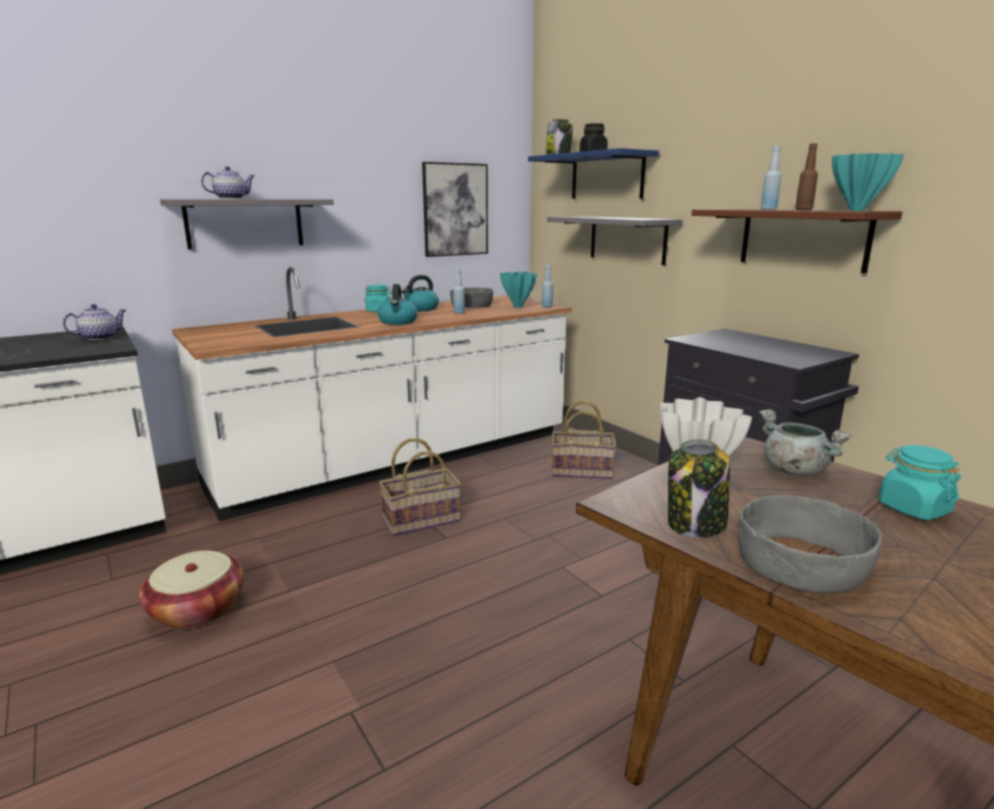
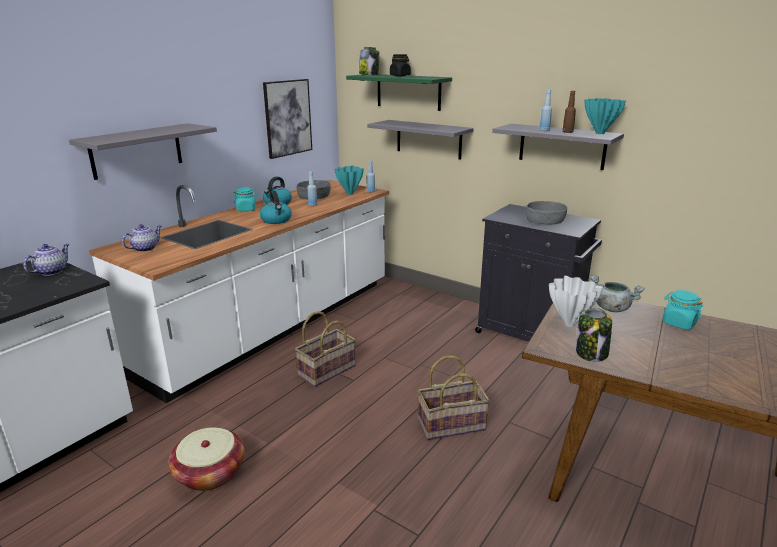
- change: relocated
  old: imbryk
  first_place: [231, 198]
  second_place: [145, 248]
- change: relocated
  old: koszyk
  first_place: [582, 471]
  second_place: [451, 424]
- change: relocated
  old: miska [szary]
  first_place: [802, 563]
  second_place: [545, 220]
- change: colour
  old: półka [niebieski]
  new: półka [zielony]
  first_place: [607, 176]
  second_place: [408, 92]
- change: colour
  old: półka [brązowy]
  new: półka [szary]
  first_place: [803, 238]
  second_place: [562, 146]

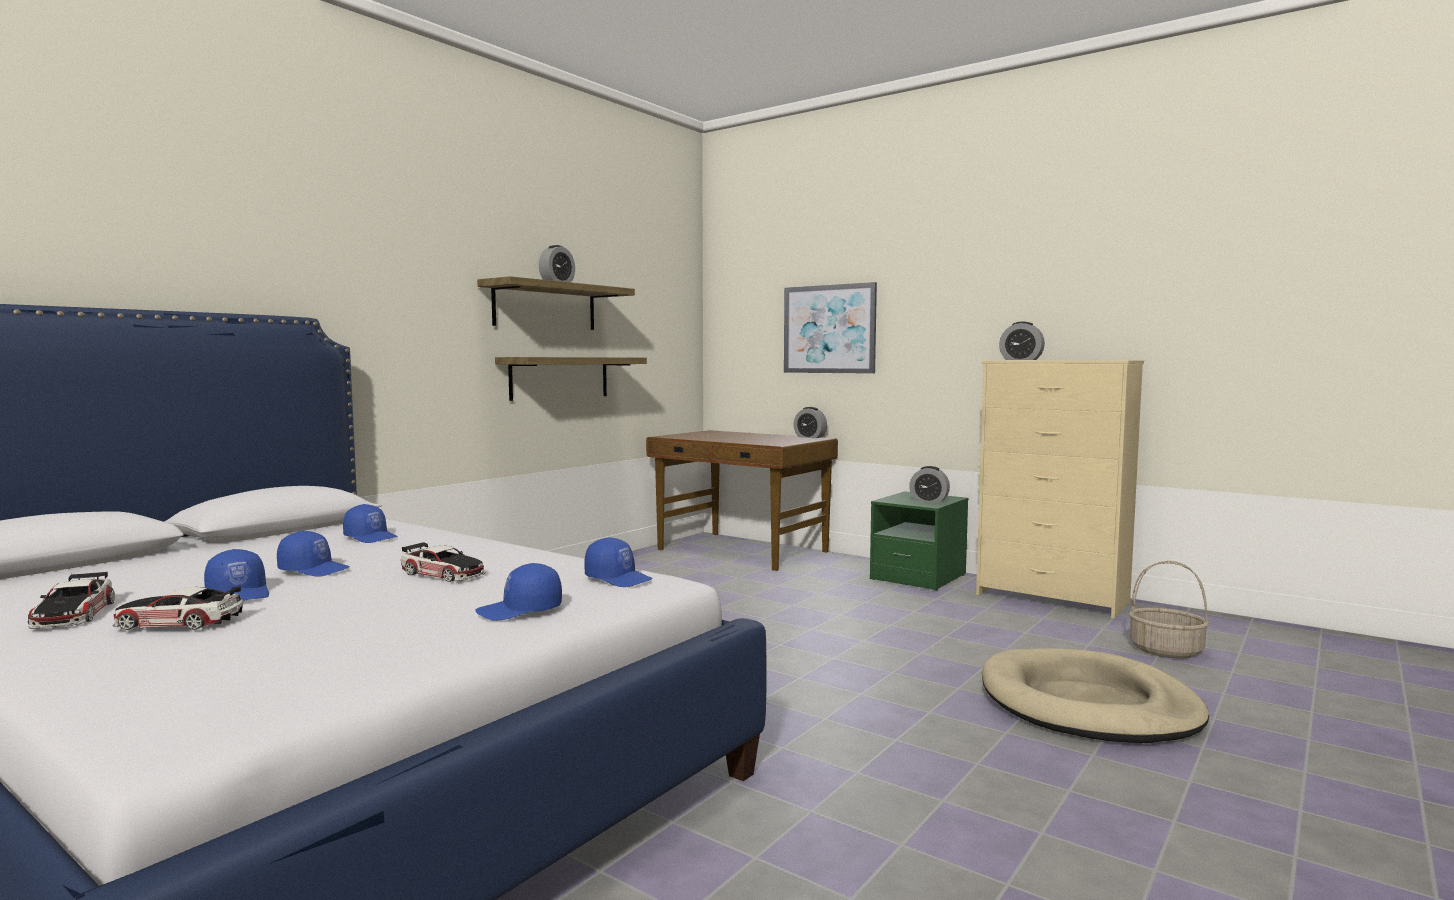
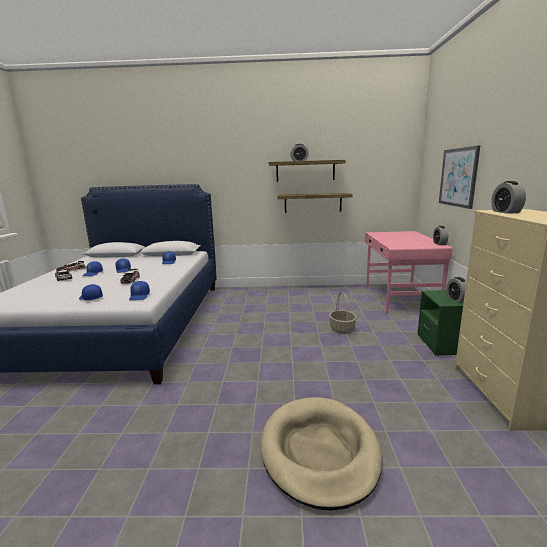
- change: relocated
  old: koszyk
  first_place: [1165, 651]
  second_place: [341, 329]
- change: colour
  old: biurko [brązowy]
  new: biurko [różowy]
  first_place: [742, 551]
  second_place: [399, 298]

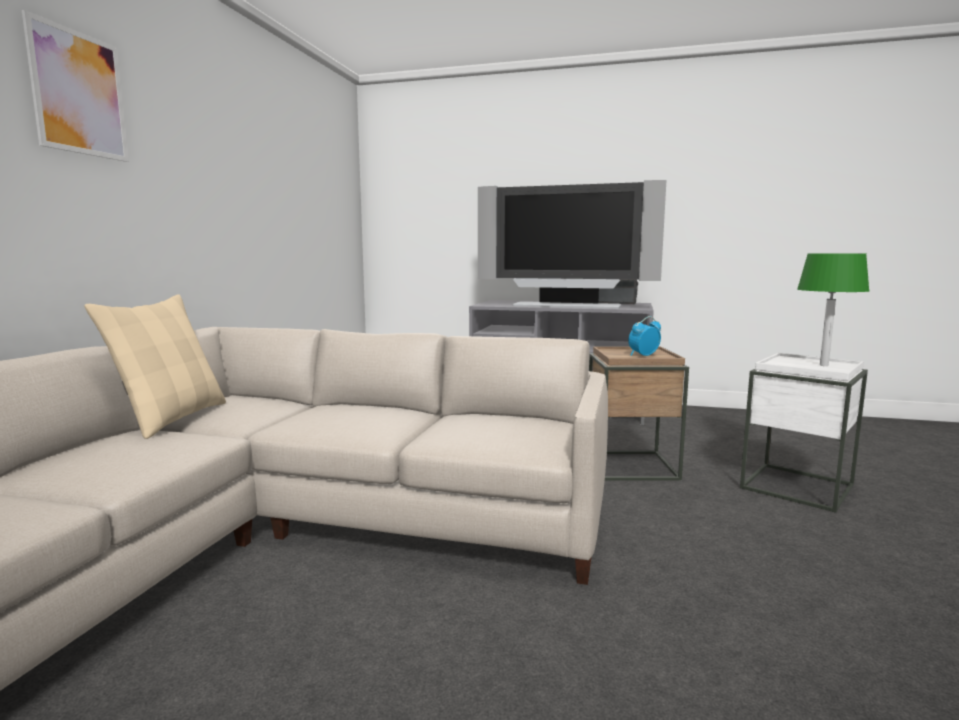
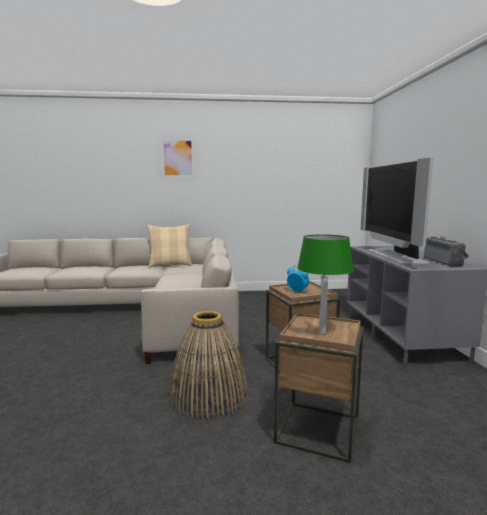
- change: appeared
  new: koszyk
  second_place: [208, 395]
- change: colour
  old: stolik [biały]
  new: stolik [brązowy]
  first_place: [797, 487]
  second_place: [318, 430]

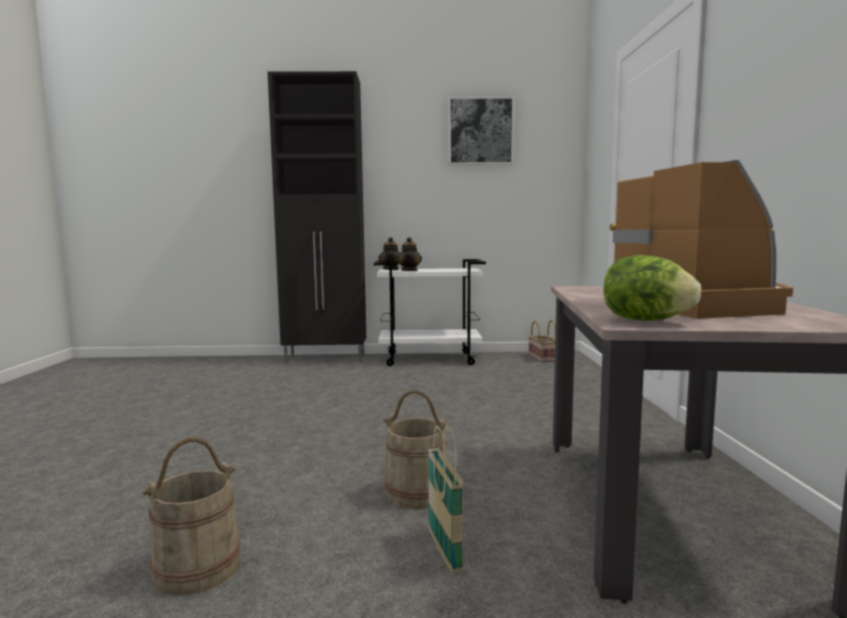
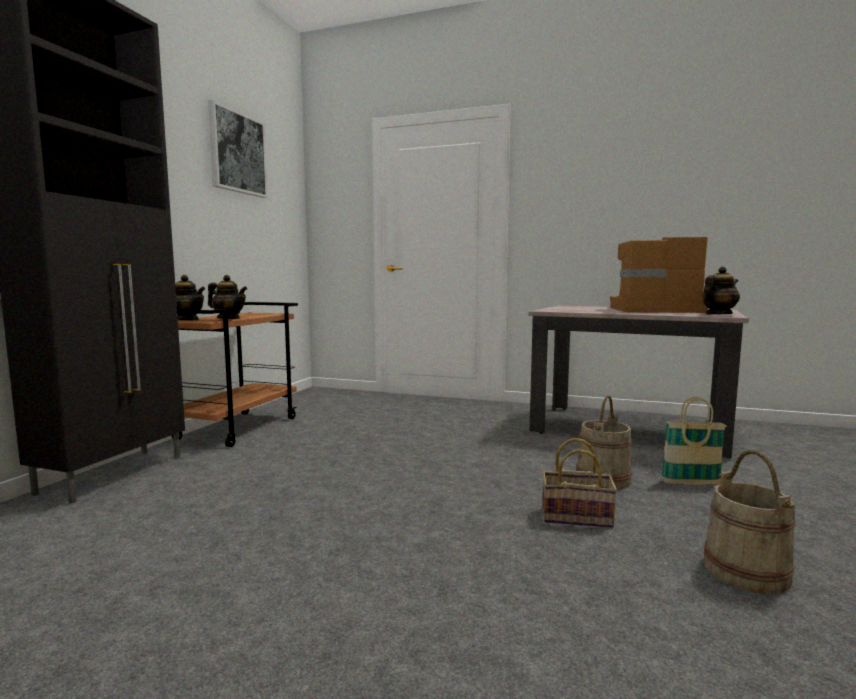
- change: relocated
  old: koszyk
  first_place: [544, 358]
  second_place: [578, 516]
- change: exchanged
  old: sałata
  new: imbryk
  first_place: [646, 321]
  second_place: [718, 314]
- change: colour
  old: wózek [biały]
  new: wózek [brązowy]
  first_place: [430, 359]
  second_place: [238, 428]

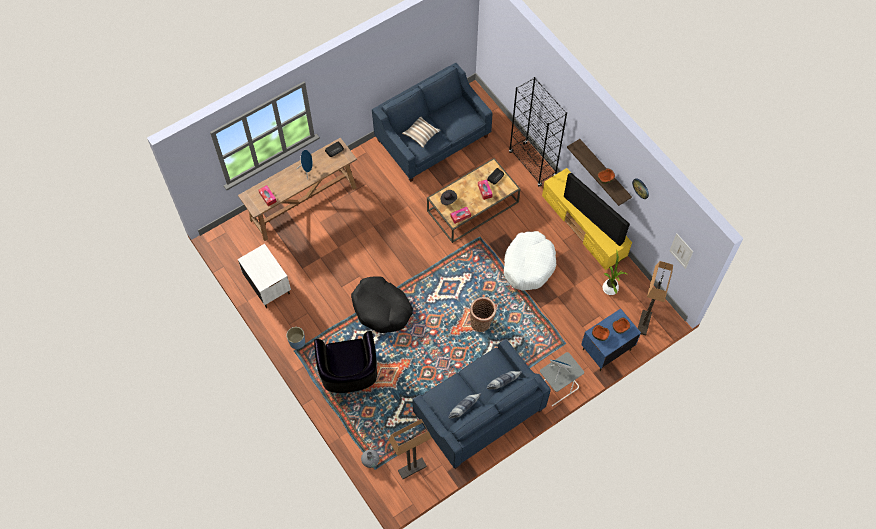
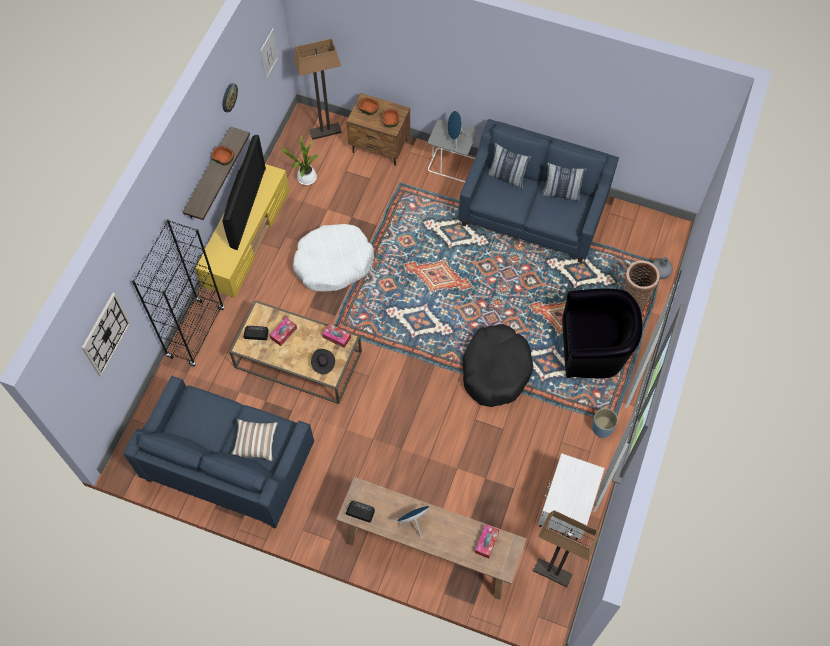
- change: appeared
  new: zegar ścienny
  second_place: [105, 334]
- change: relocated
  old: lampa stojąca
  first_place: [412, 468]
  second_place: [552, 573]
- change: relocated
  old: koszyk
  first_place: [481, 323]
  second_place: [634, 297]
- change: colour
  old: szafka nocna [niebieski]
  new: szafka nocna [brązowy]
  first_place: [606, 350]
  second_place: [380, 147]
- change: spun
  old: fotel [czarny]
  first_place: [349, 375]
  second_place: [594, 350]
  degrees: 45

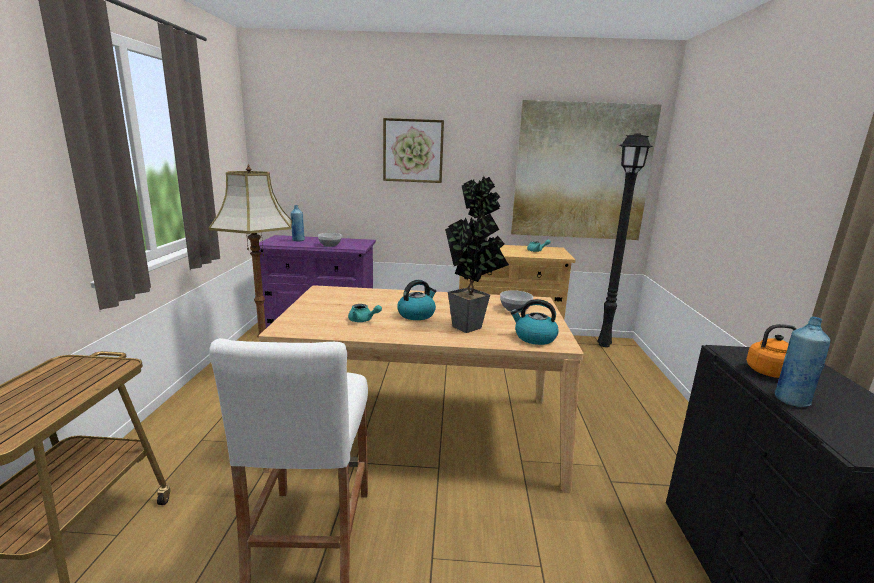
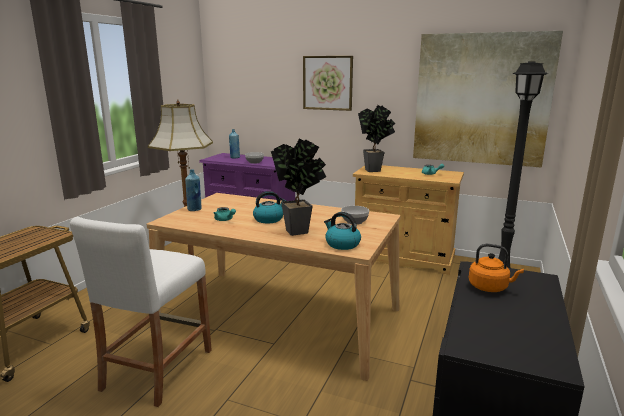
- change: relocated
  old: butelka [niebieski]
  first_place: [791, 400]
  second_place: [194, 209]

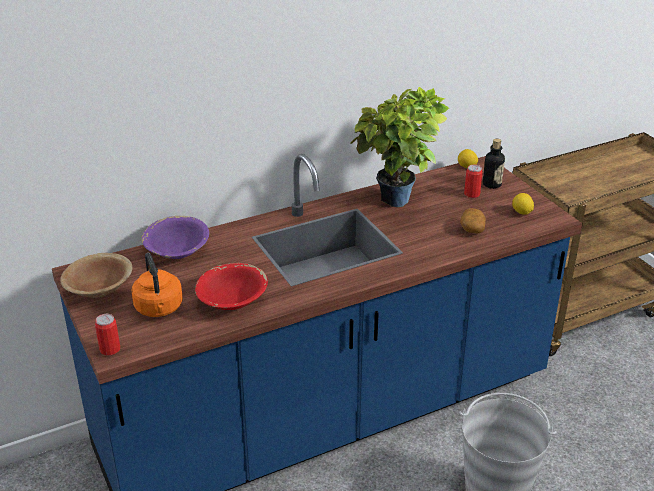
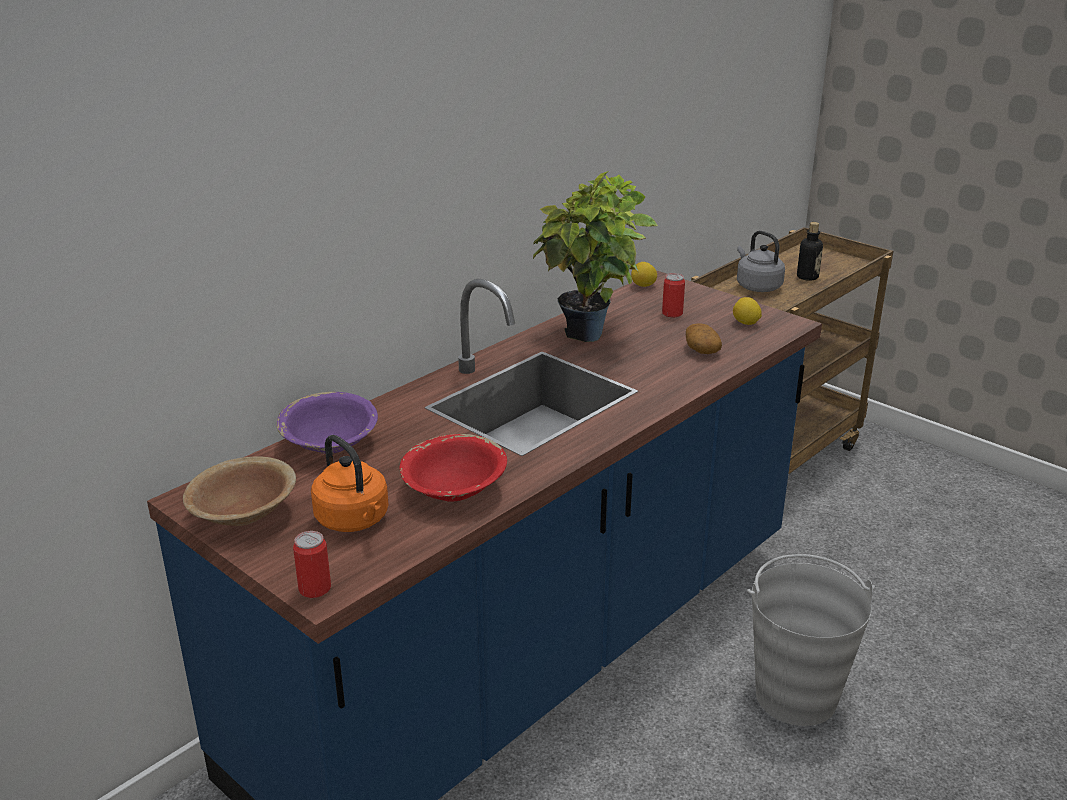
- change: appeared
  new: czajnik [szary]
  second_place: [757, 286]
- change: relocated
  old: butelka
  first_place: [492, 184]
  second_place: [807, 277]

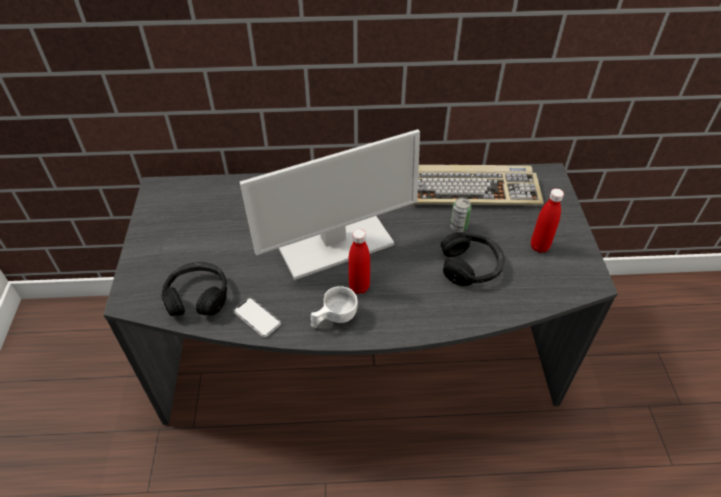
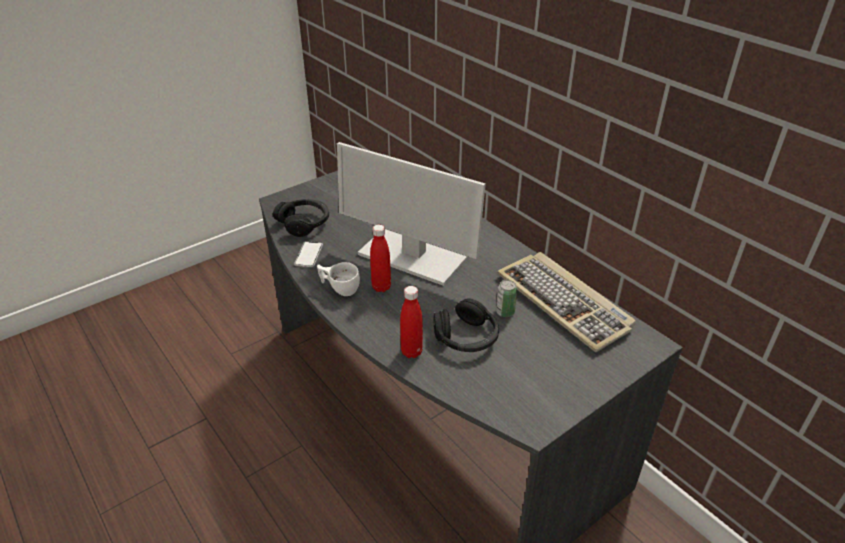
- change: relocated
  old: butelka [czerwony]
  first_place: [539, 246]
  second_place: [411, 352]

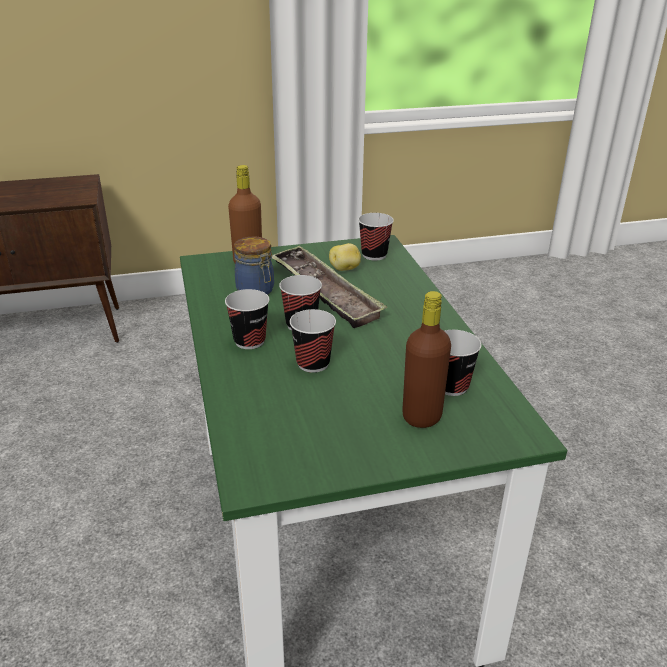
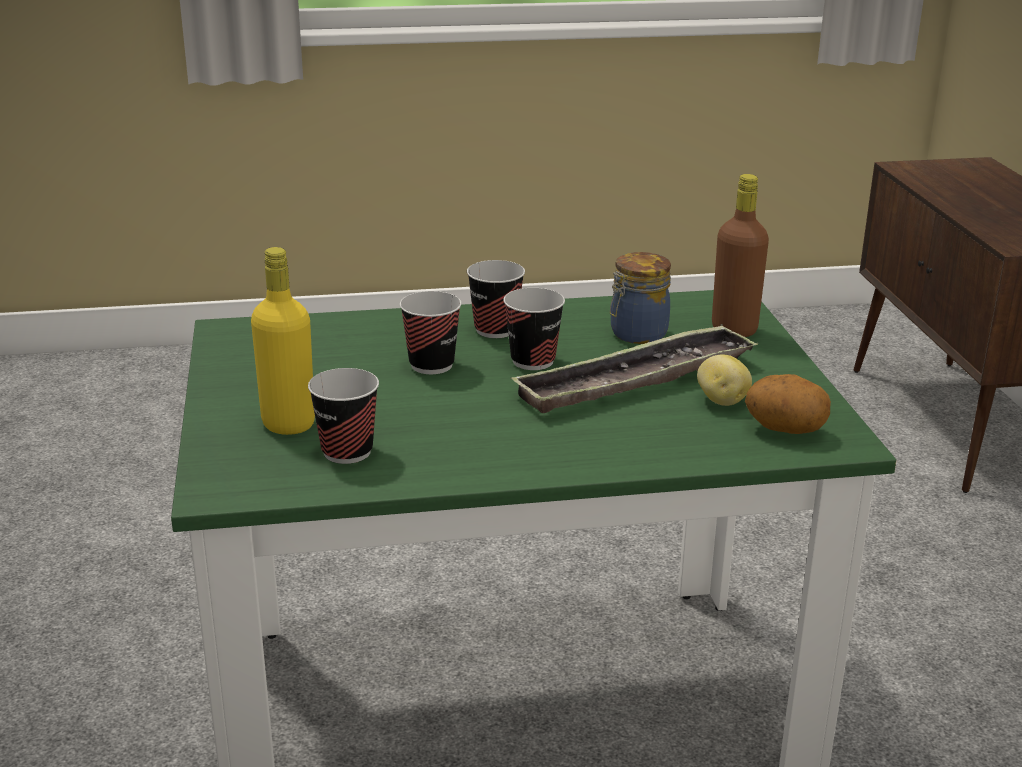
- change: exchanged
  old: filiżanka
  new: ziemniak
  first_place: [374, 255]
  second_place: [785, 429]
- change: colour
  old: butelka [brązowy]
  new: butelka [żółty]
  first_place: [421, 416]
  second_place: [288, 424]

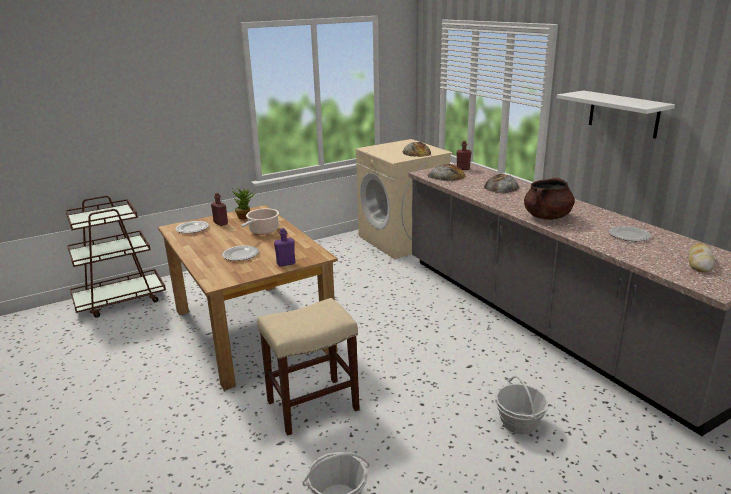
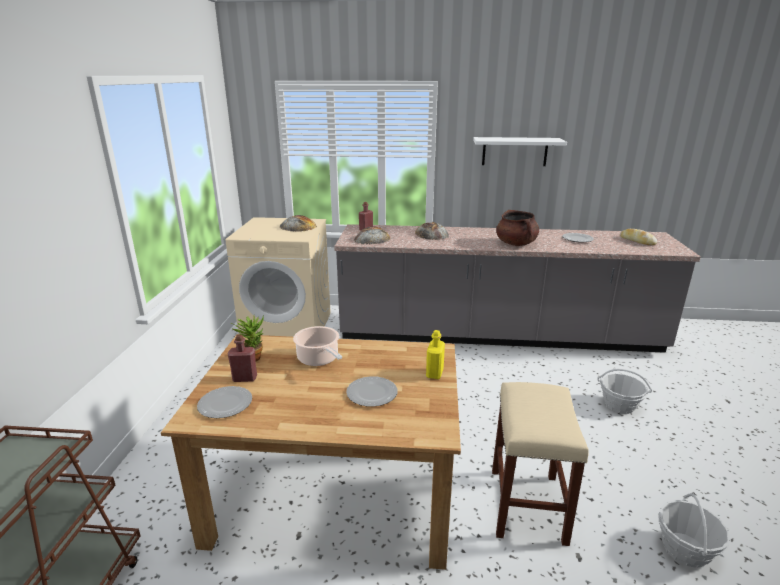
- change: colour
  old: butelka [fioletowy]
  new: butelka [żółty]
  first_place: [286, 263]
  second_place: [434, 373]

